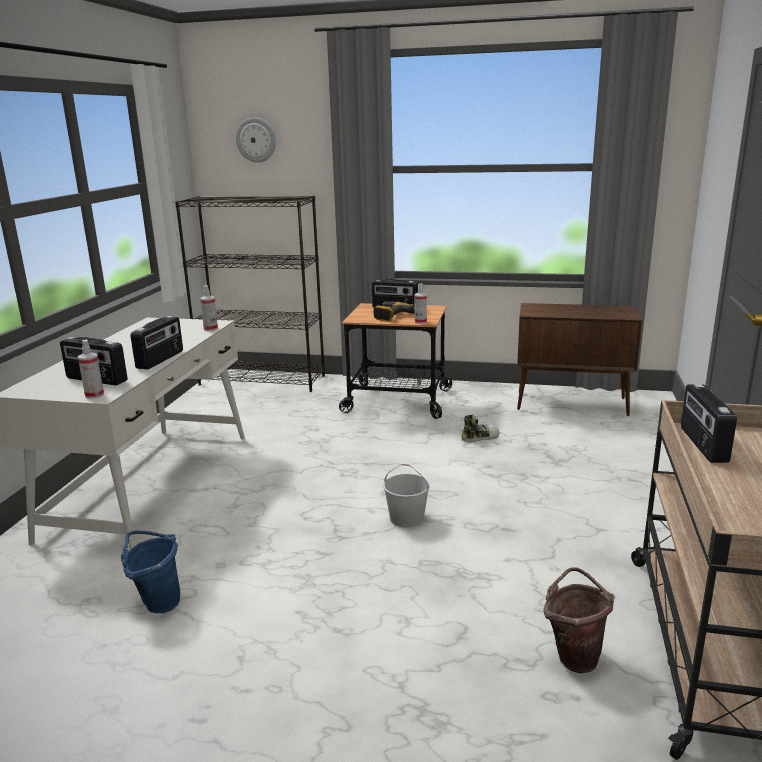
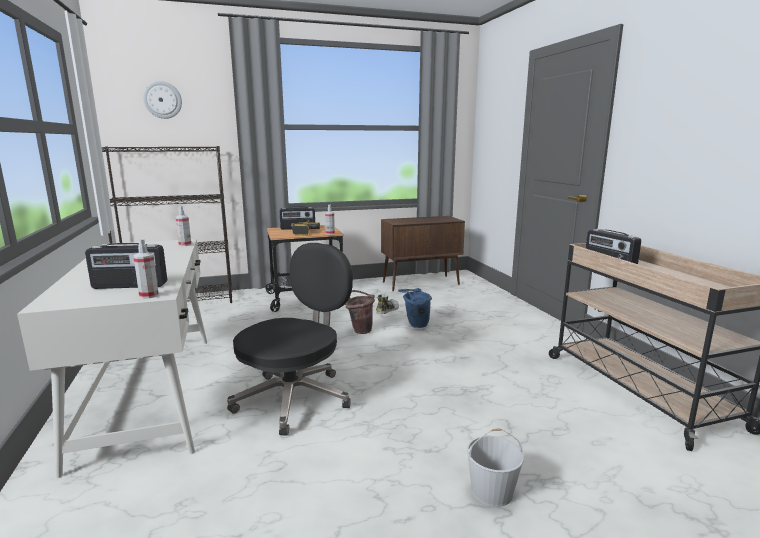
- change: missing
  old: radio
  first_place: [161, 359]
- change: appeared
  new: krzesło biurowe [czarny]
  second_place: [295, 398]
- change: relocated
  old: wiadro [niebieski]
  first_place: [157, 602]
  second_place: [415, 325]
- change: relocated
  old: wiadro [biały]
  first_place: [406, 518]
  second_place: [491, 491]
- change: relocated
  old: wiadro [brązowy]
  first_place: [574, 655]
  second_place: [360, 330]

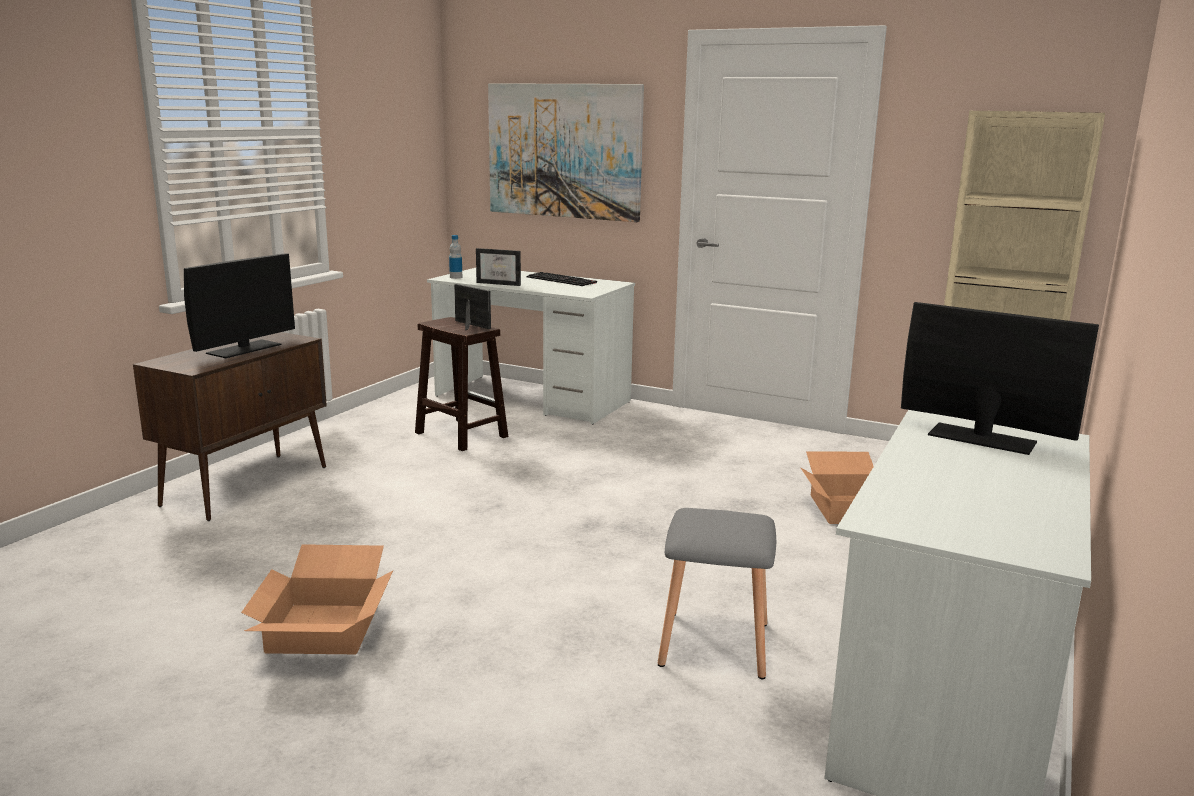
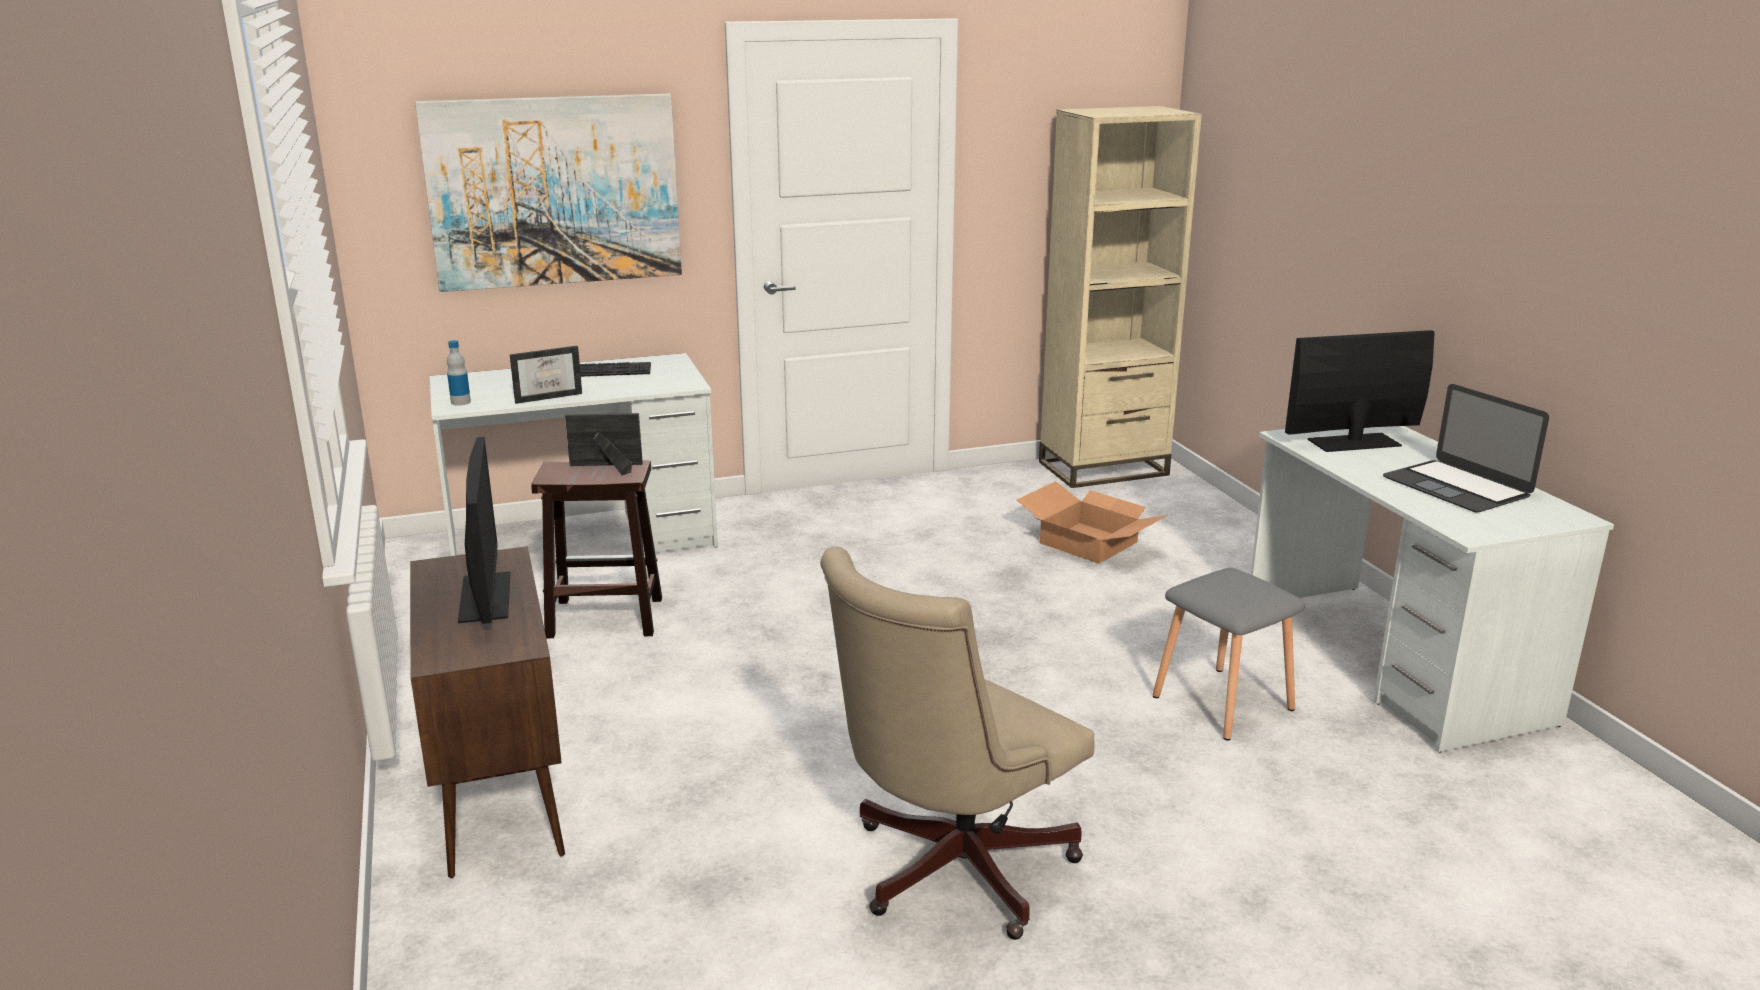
- change: appeared
  new: laptop
  second_place: [1456, 486]
- change: exchanged
  old: karton
  new: krzesło biurowe [beżowy]
  first_place: [322, 627]
  second_place: [949, 872]

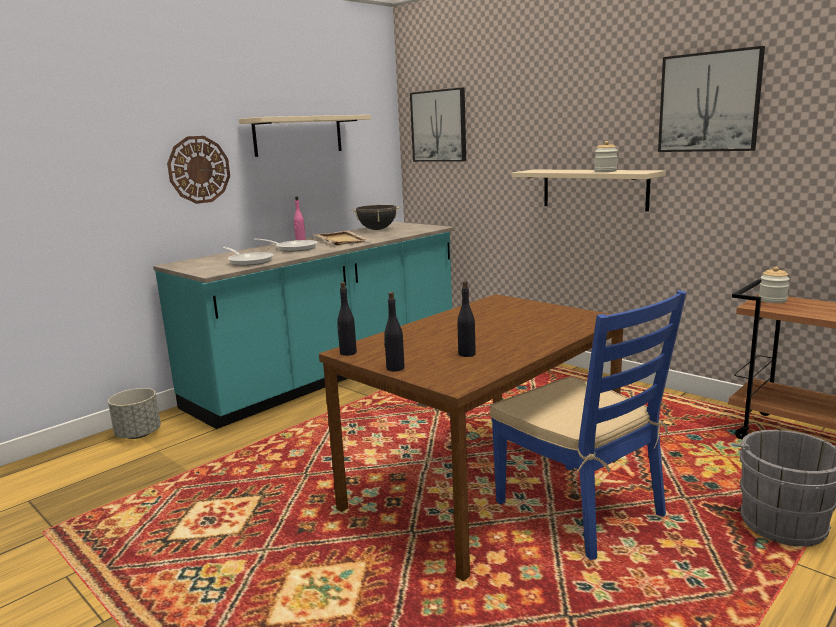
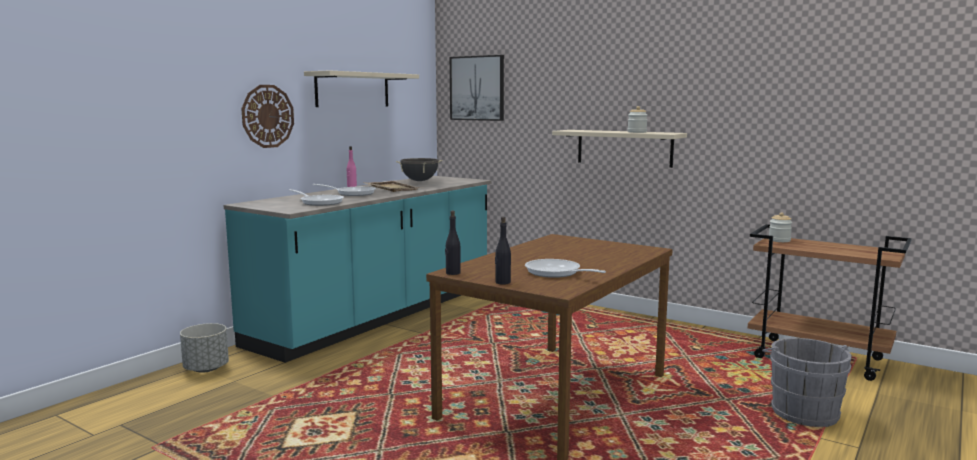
- change: missing
  old: krzesło [niebieski]
  first_place: [580, 509]
- change: missing
  old: obraz
  first_place: [709, 102]
- change: exchanged
  old: butelka [czarny]
  new: patelnia
  first_place: [466, 354]
  second_place: [556, 273]

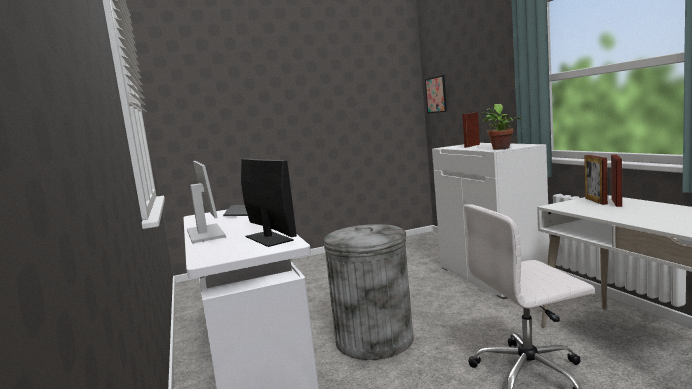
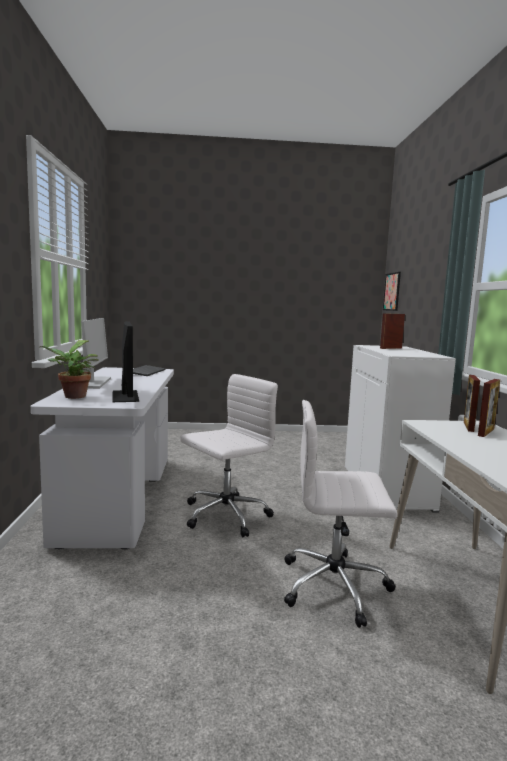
- change: relocated
  old: roślina doniczkowa
  first_place: [501, 149]
  second_place: [72, 397]
- change: exchanged
  old: kosz na śmieci [szary]
  new: krzesło biurowe [biały]
  first_place: [375, 340]
  second_place: [224, 516]

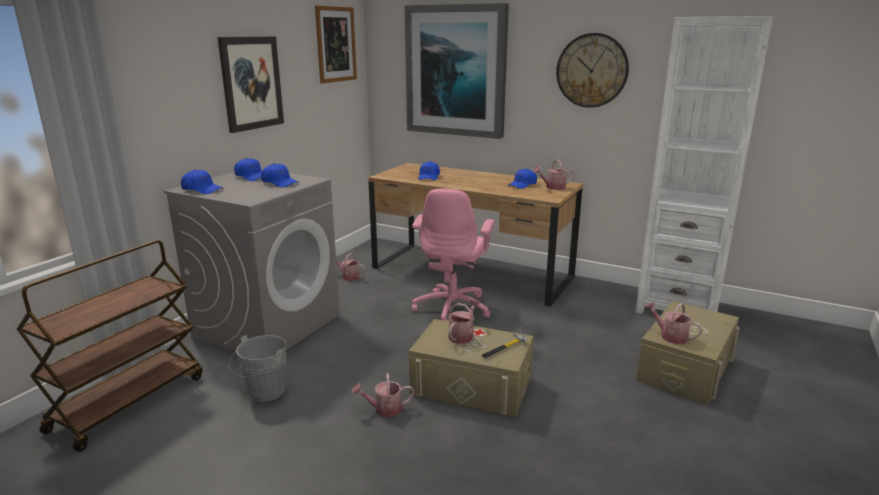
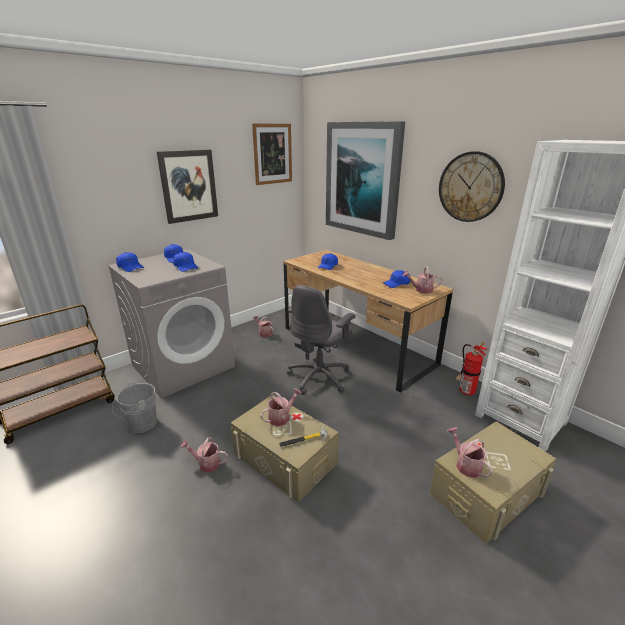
- change: appeared
  new: gaśnica
  second_place: [465, 391]
- change: colour
  old: krzesło biurowe [różowy]
  new: krzesło biurowe [szary]
  first_place: [452, 308]
  second_place: [319, 377]

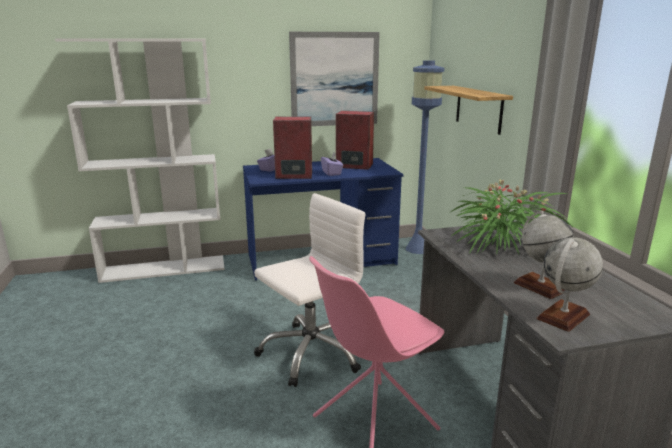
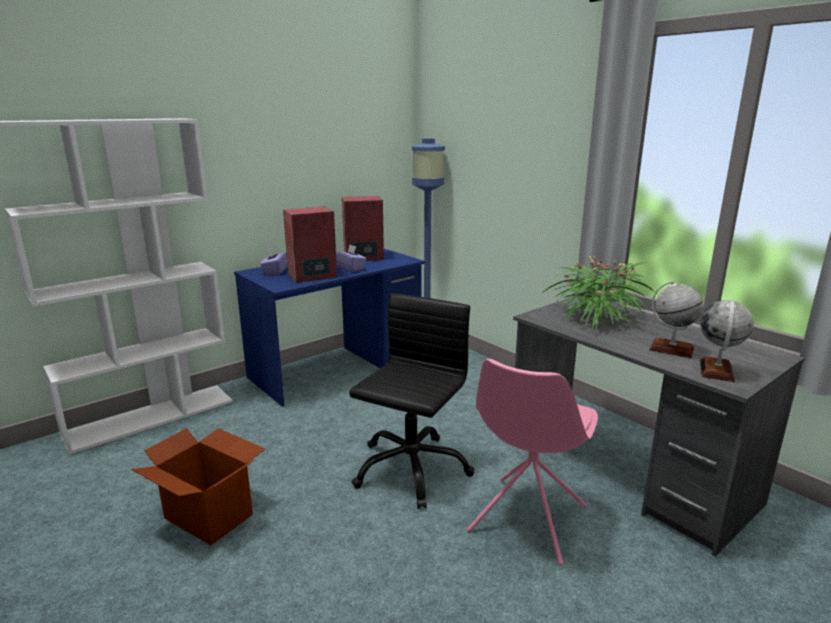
- change: missing
  old: obraz
  first_place: [334, 79]
- change: missing
  old: półka
  first_place: [478, 109]
- change: appeared
  new: karton
  second_place: [209, 515]
- change: colour
  old: krzesło biurowe [biały]
  new: krzesło biurowe [czarny]
  first_place: [311, 352]
  second_place: [410, 469]

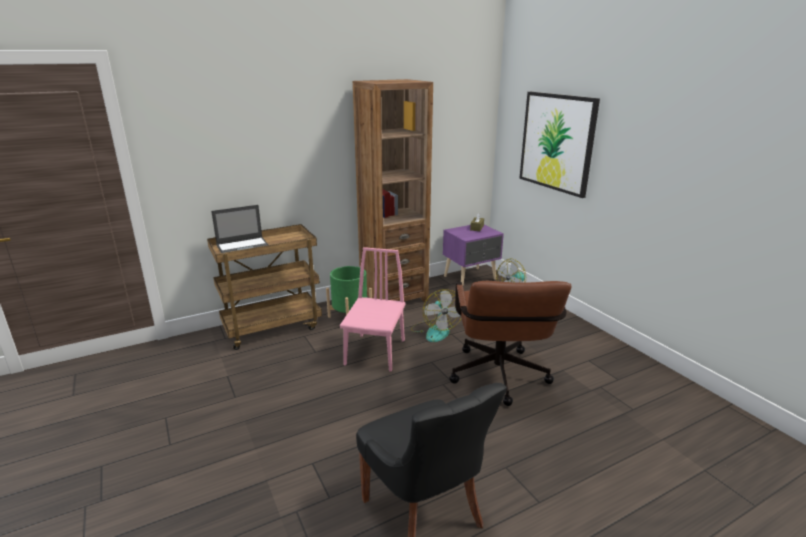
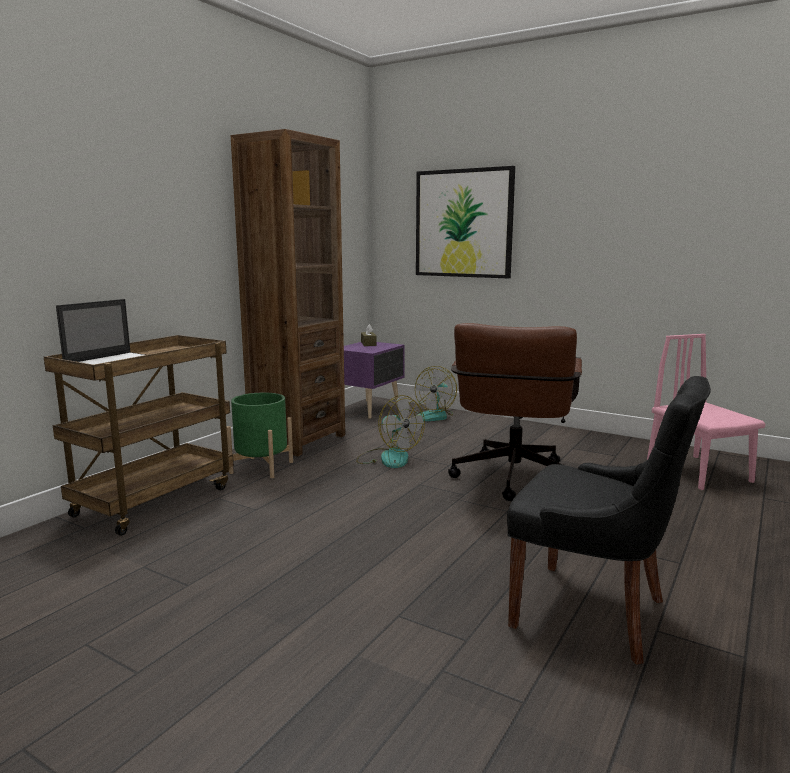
- change: relocated
  old: krzesło [różowy]
  first_place: [375, 352]
  second_place: [698, 472]
- change: spun
  old: krzesło biurowe [brązowy]
  first_place: [499, 380]
  second_place: [512, 481]
  degrees: 45

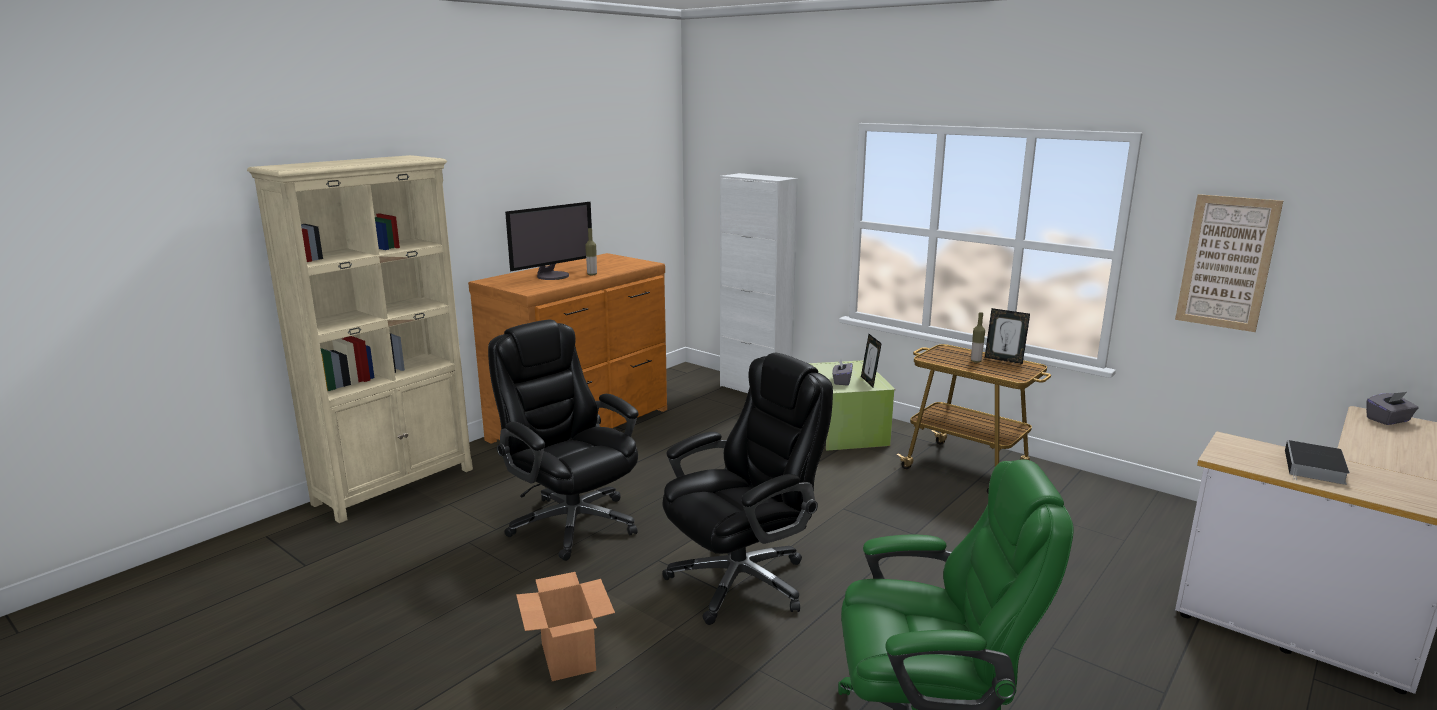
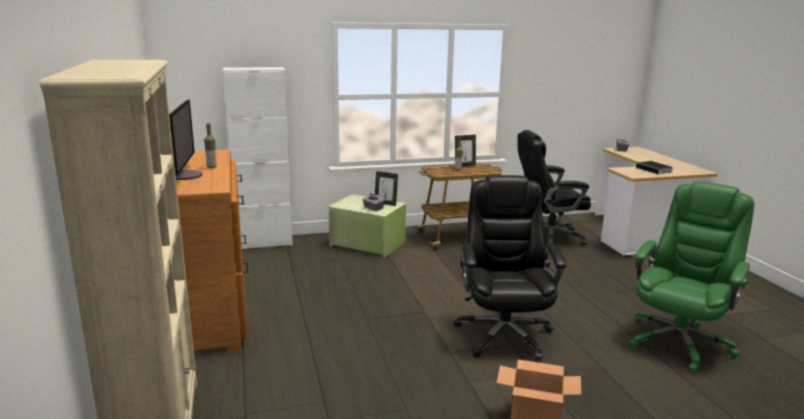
- change: missing
  old: obraz
  first_place: [1226, 262]
- change: relocated
  old: krzesło biurowe [czarny]
  first_place: [572, 523]
  second_place: [547, 237]

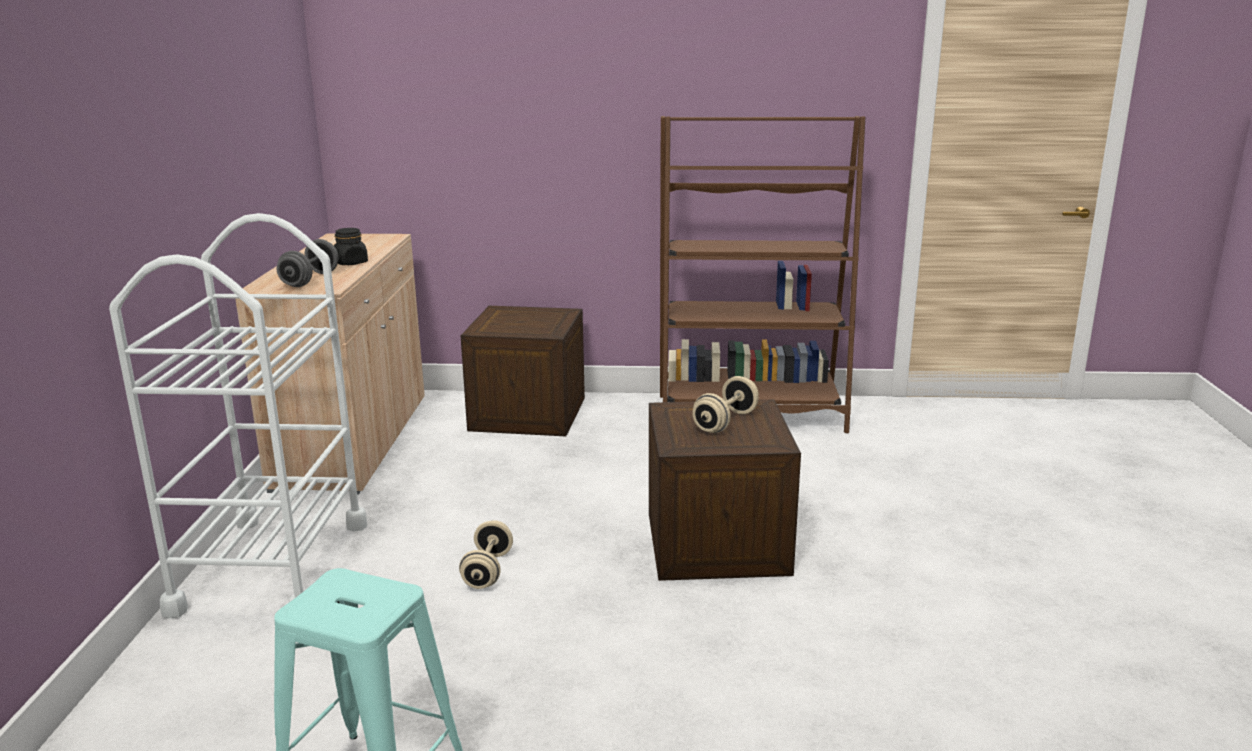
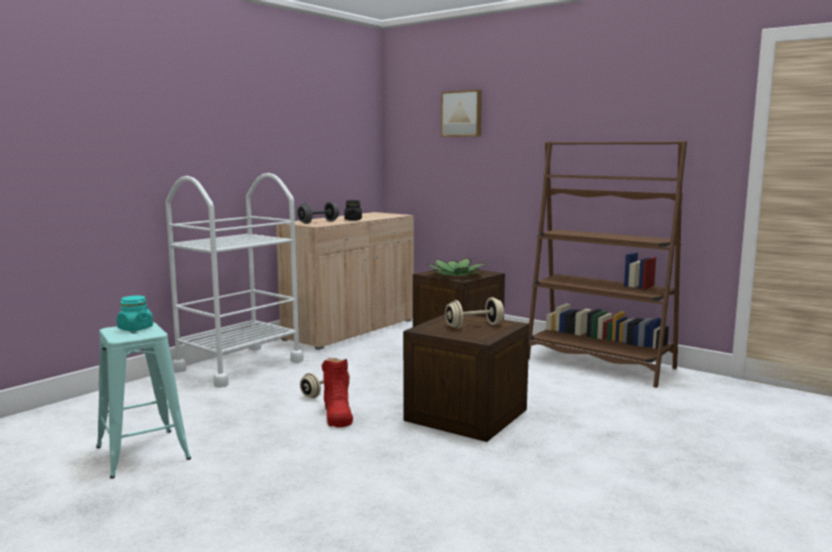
- change: appeared
  new: słoik [turkusowy]
  second_place: [135, 328]
- change: appeared
  new: but z cholewką [czerwony]
  second_place: [337, 414]
- change: appeared
  new: roślina doniczkowa
  second_place: [457, 275]
- change: appeared
  new: obraz
  second_place: [462, 114]

